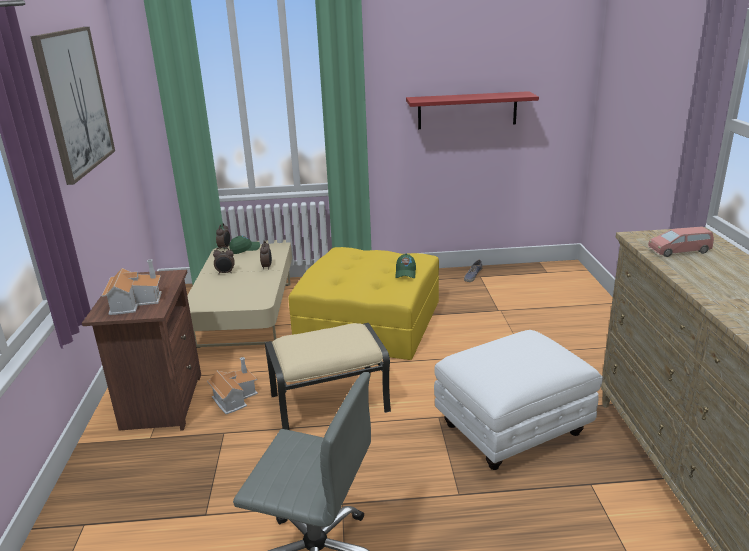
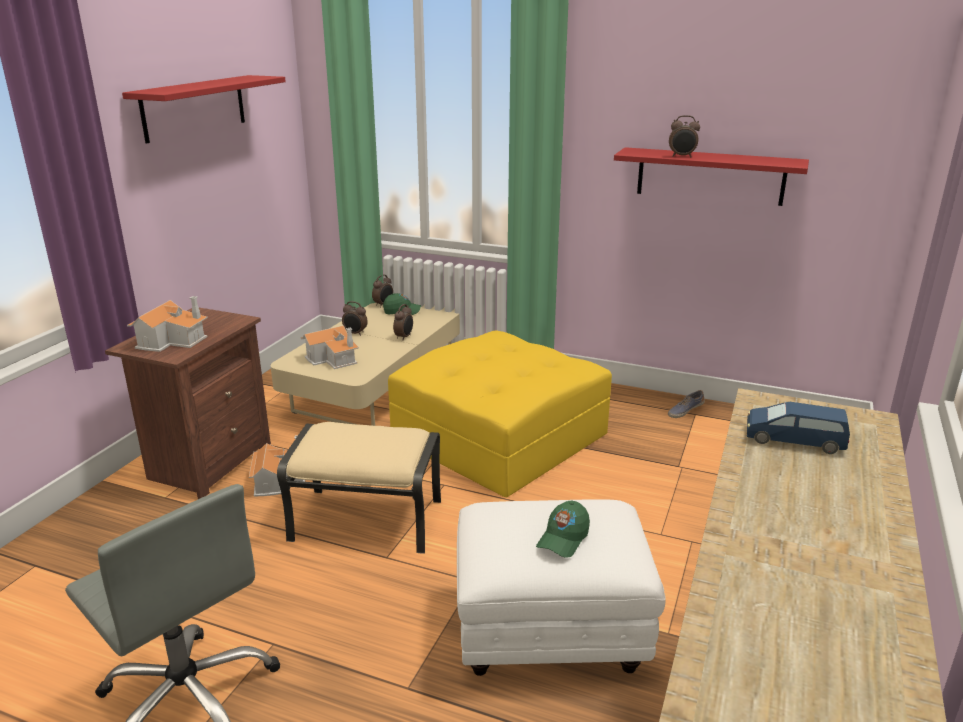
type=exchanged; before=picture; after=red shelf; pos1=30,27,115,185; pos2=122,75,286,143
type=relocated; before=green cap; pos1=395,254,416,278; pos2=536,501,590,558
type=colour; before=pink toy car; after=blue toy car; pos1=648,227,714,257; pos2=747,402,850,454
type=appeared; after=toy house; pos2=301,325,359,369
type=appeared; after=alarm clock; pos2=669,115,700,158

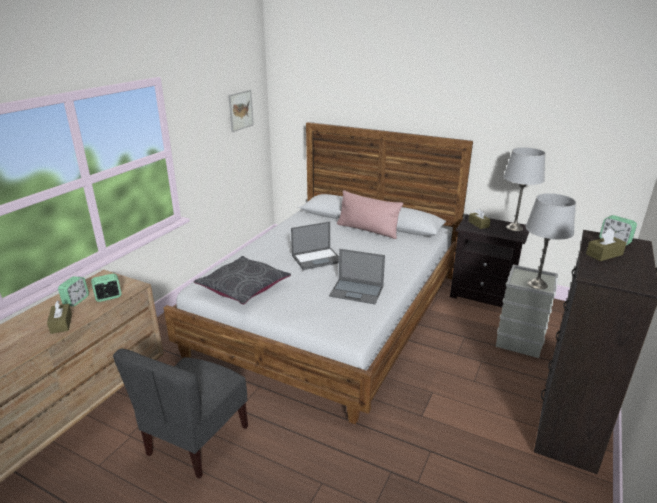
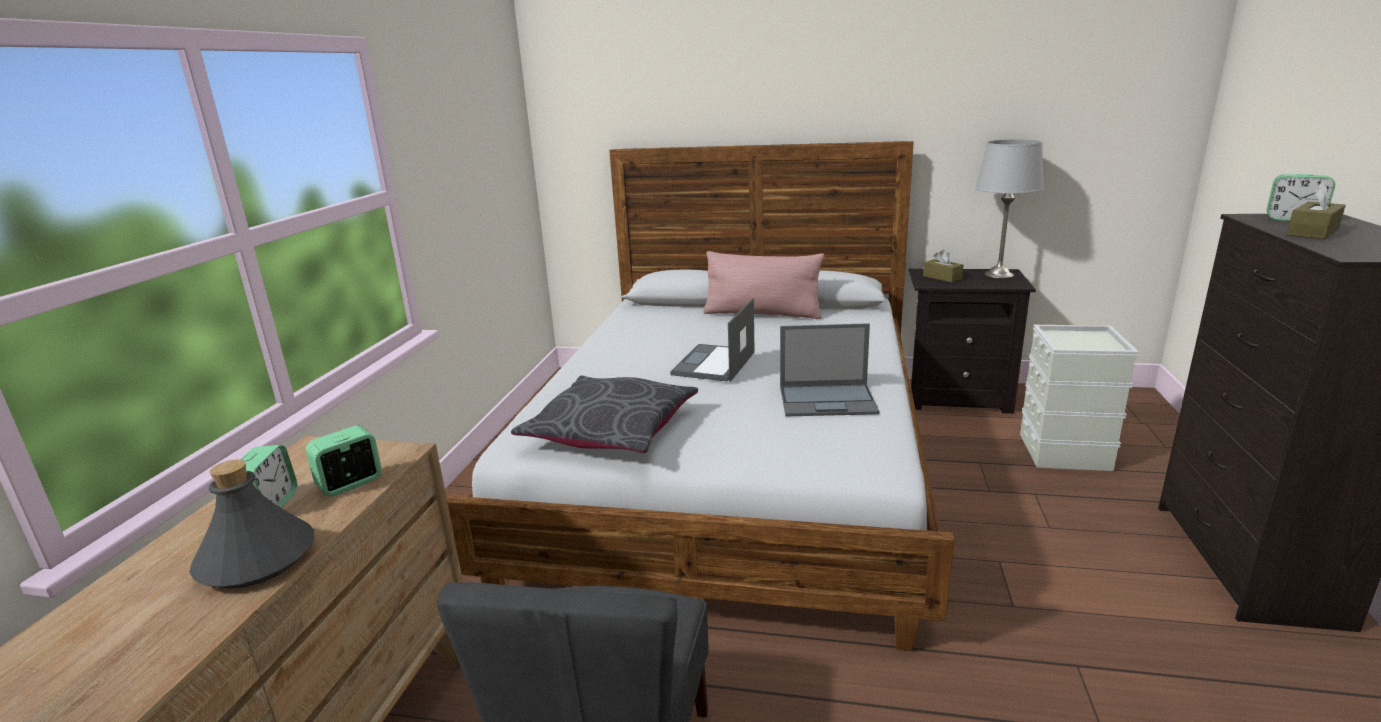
type=exchanged; before=brown tissue box; after=grey bottle; pos1=47,301,72,334; pos2=189,459,314,589
type=missing; before=picture; pos1=228,90,254,132
type=spun; before=laptop; pos1=291,221,339,270; pos2=670,298,754,382; turn=150
type=missing; before=grey table lamp; pos1=525,193,576,290

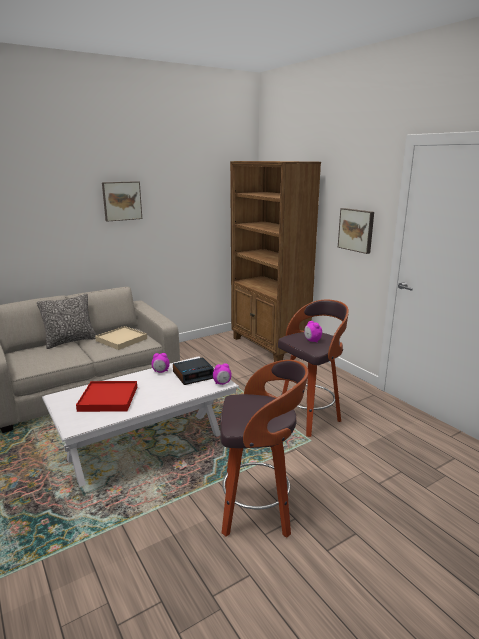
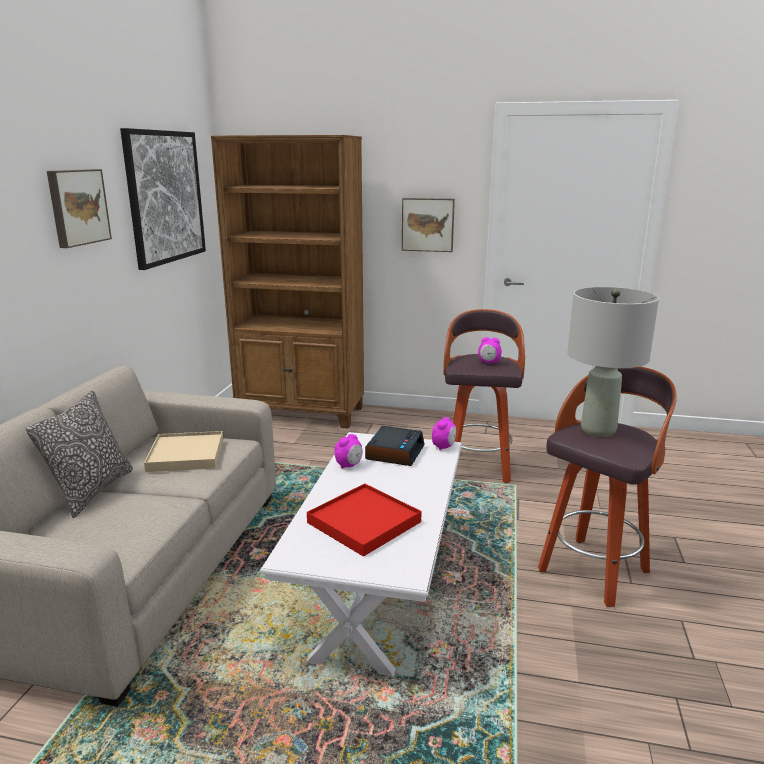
type=appeared; after=picture; pos2=120,128,206,270
type=appeared; after=grey table lamp; pos2=567,287,659,437

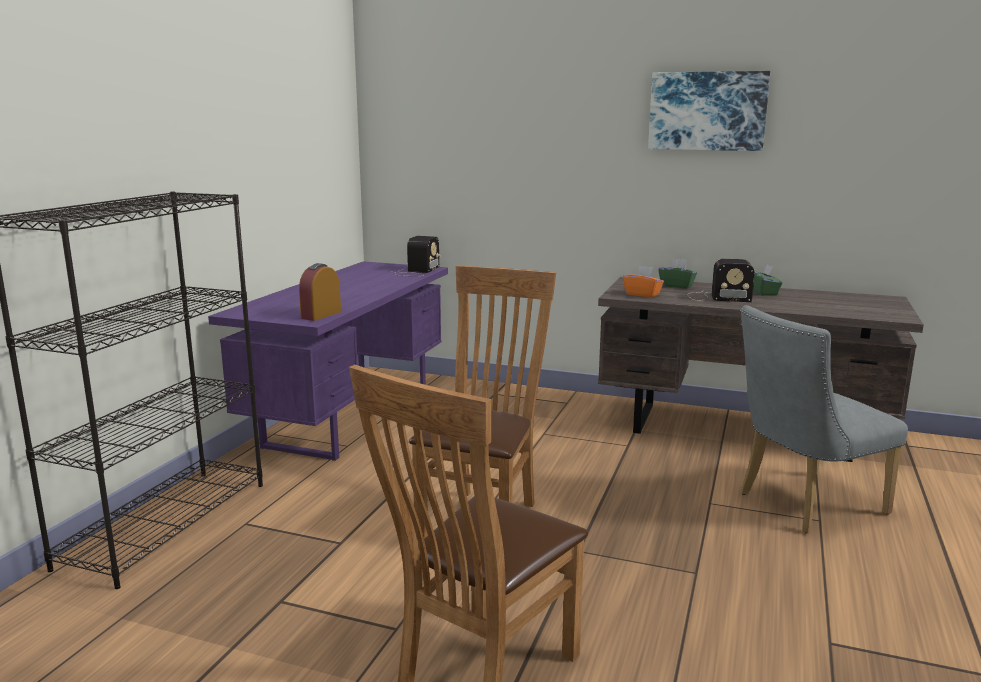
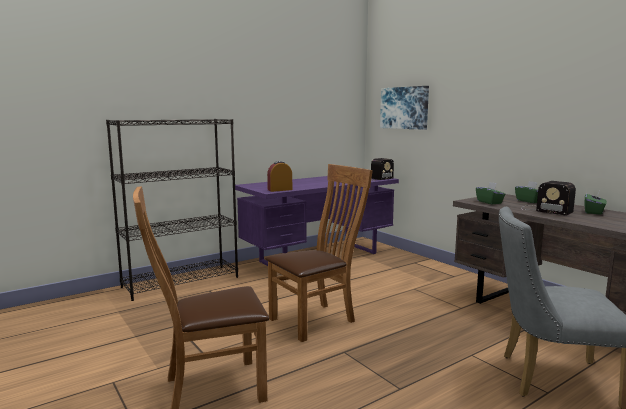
type=colour; before=orange tissue box; after=green tissue box; pos1=623,266,664,298; pos2=476,182,506,204
type=relocated; before=picture; pos1=648,71,770,151; pos2=380,86,429,130

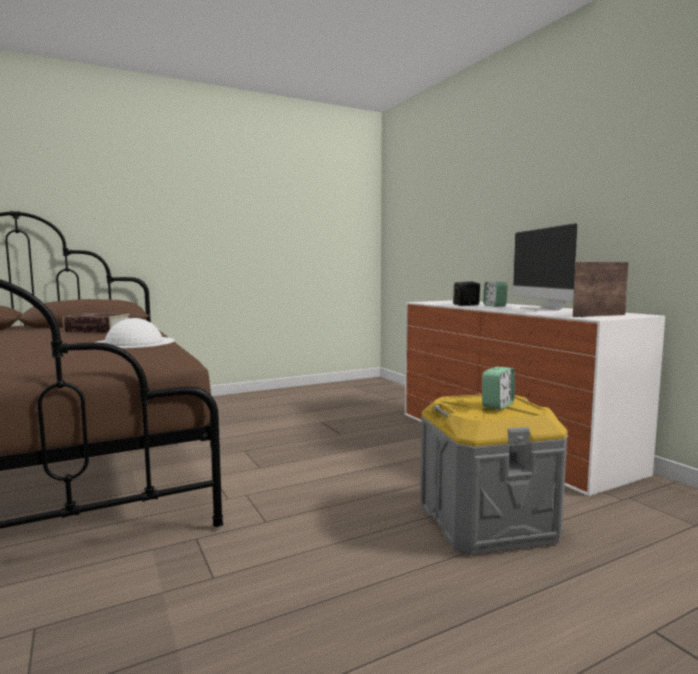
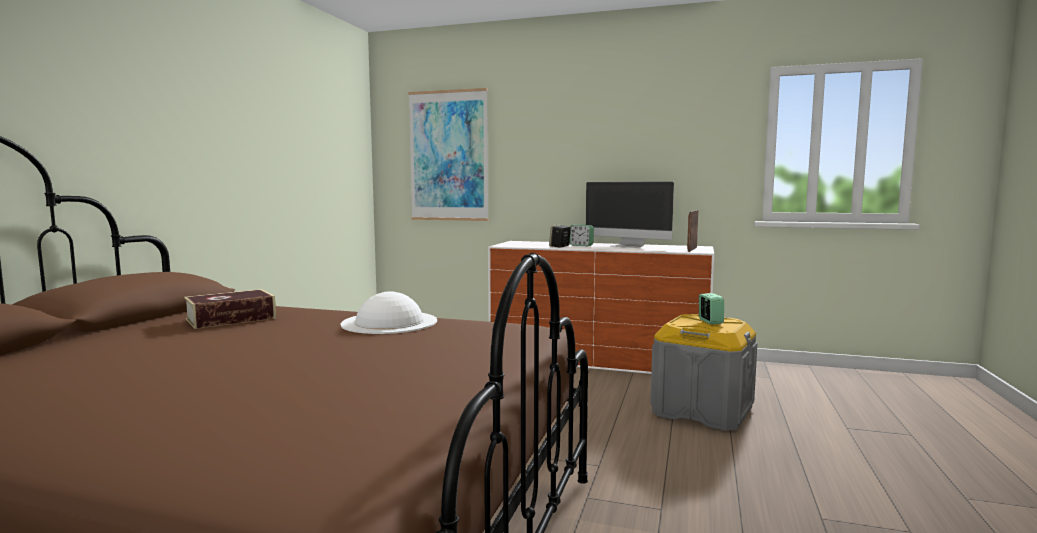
type=appeared; after=picture; pos2=408,88,489,221

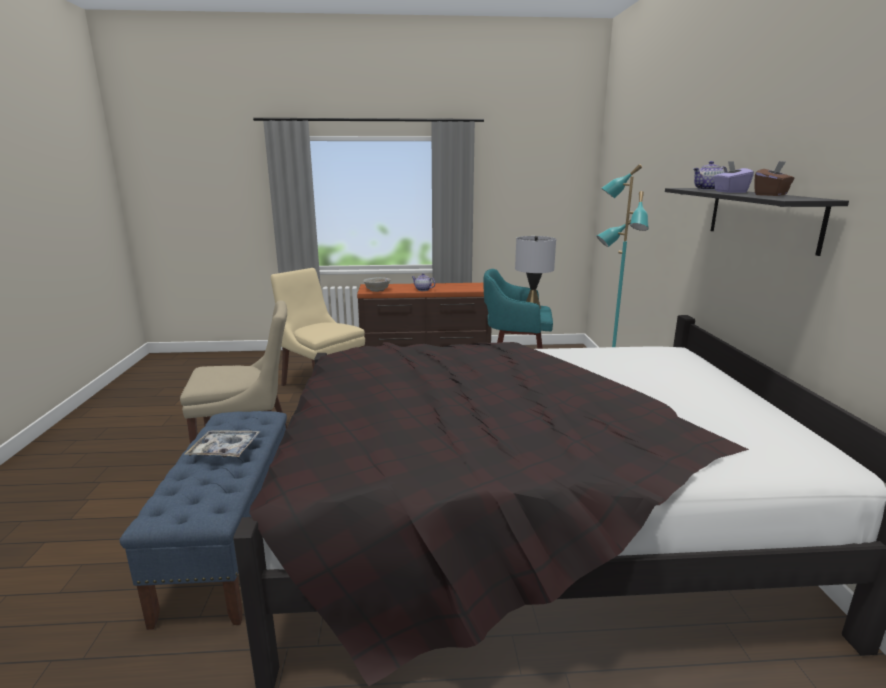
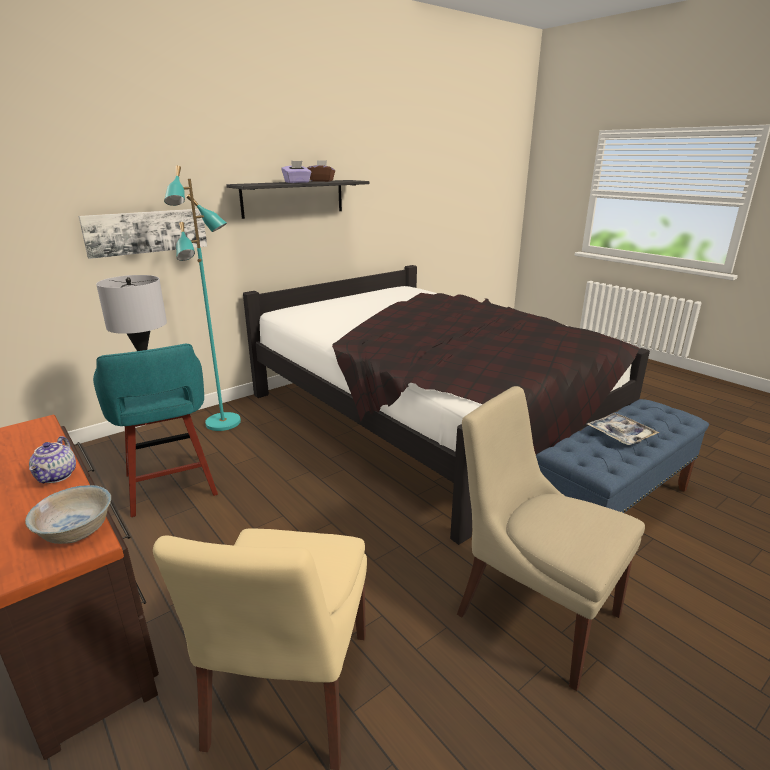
type=missing; before=teapot; pos1=693,161,727,190
type=appeared; after=picture; pos2=78,209,207,259

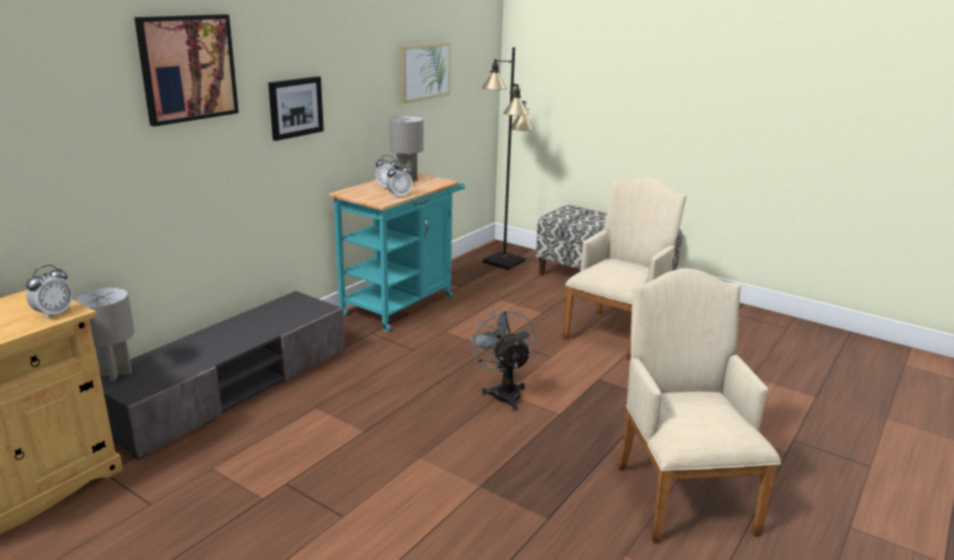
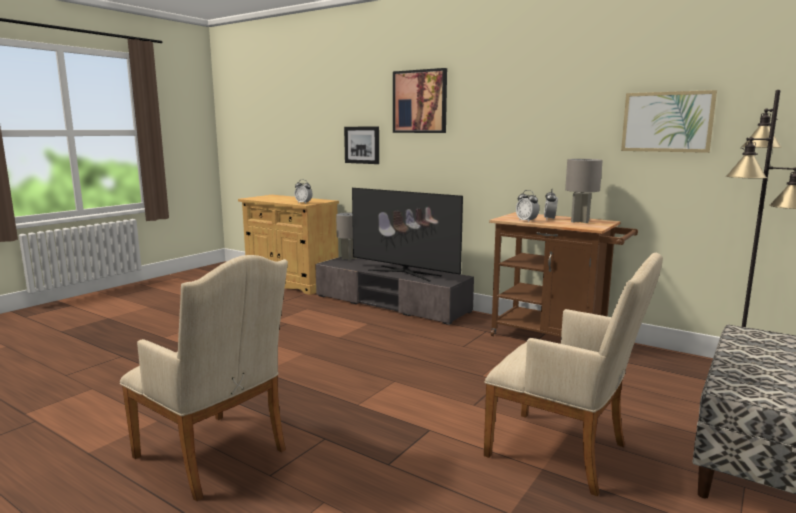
type=relocated; before=picture; pos1=268,76,324,141; pos2=344,127,379,164
type=colour; before=turquoise cart; after=brown cart; pos1=328,173,465,332; pos2=489,212,638,337
type=missing; before=grey fan; pos1=470,307,535,411
type=spun; before=beige armchair; pos1=618,268,781,544; pos2=120,255,288,501; turn=45
type=appeared; after=television; pos2=352,188,463,282

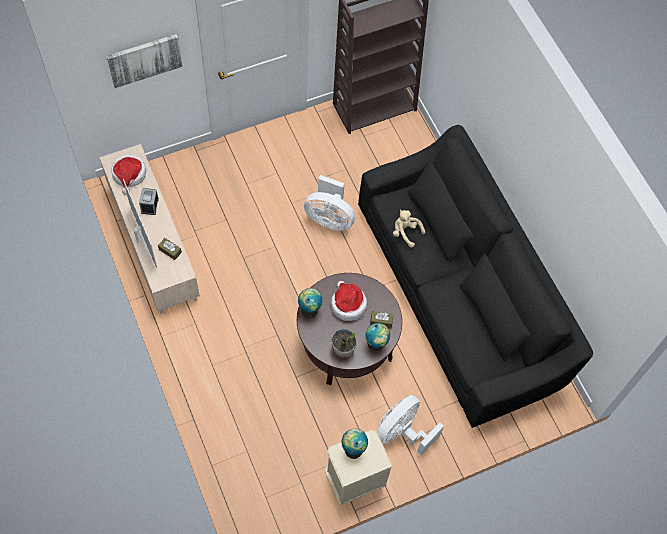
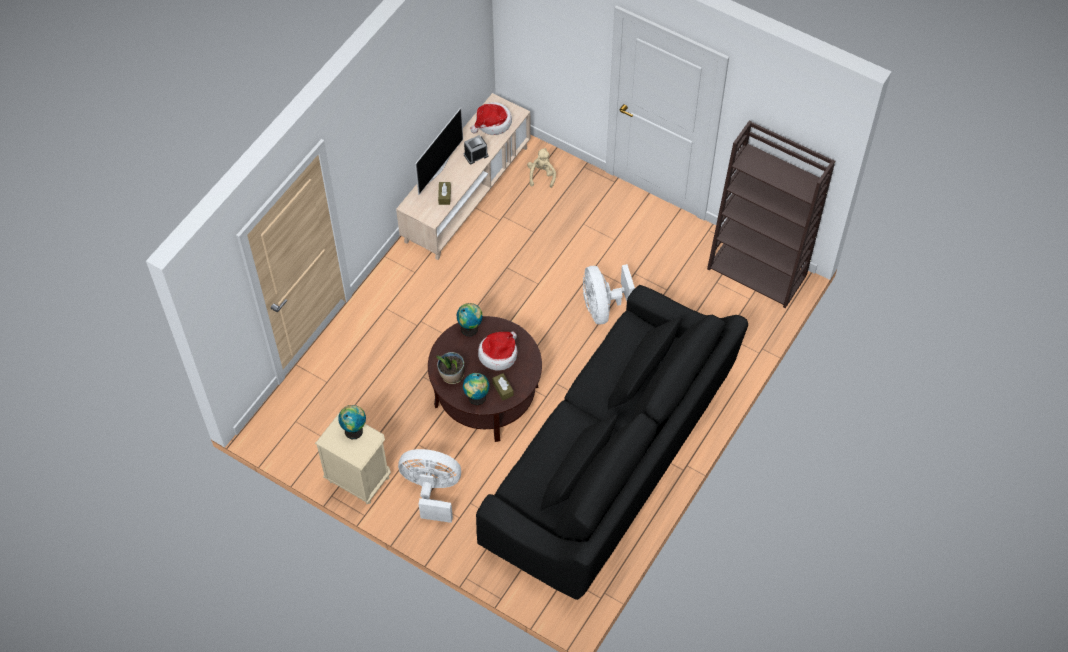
type=missing; before=picture; pos1=107,34,183,88
type=relocated; before=beige plush toy; pos1=393,210,425,248; pos2=527,148,556,188

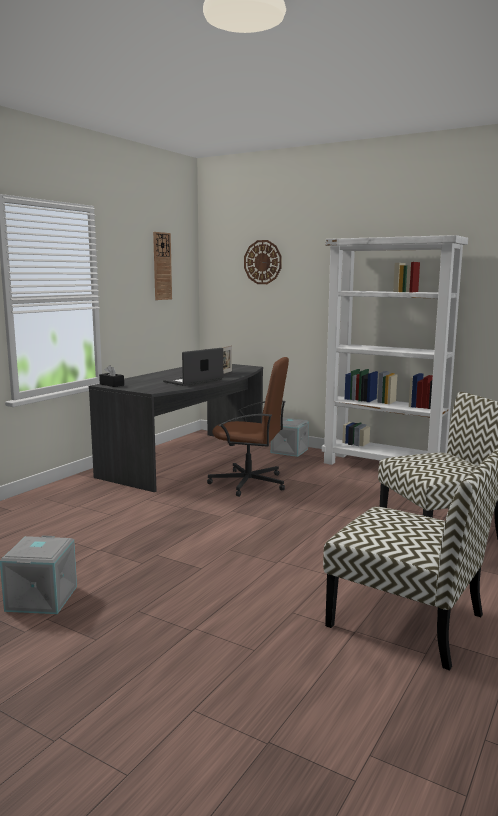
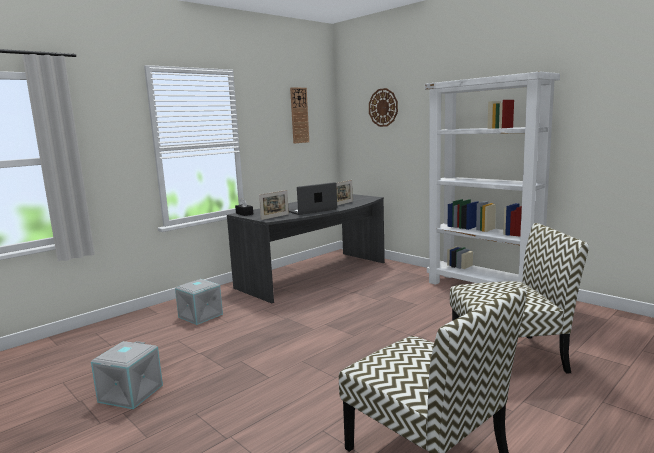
type=missing; before=brown office chair; pos1=207,357,289,497
type=relocated; before=grey storage box; pos1=271,418,309,457; pos2=175,279,223,325
type=appeared; after=picture frame; pos2=259,190,289,220

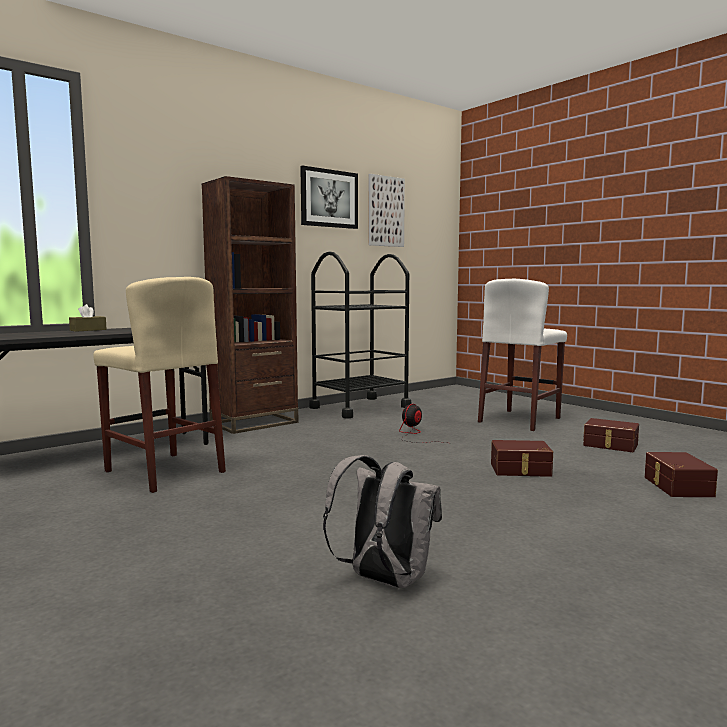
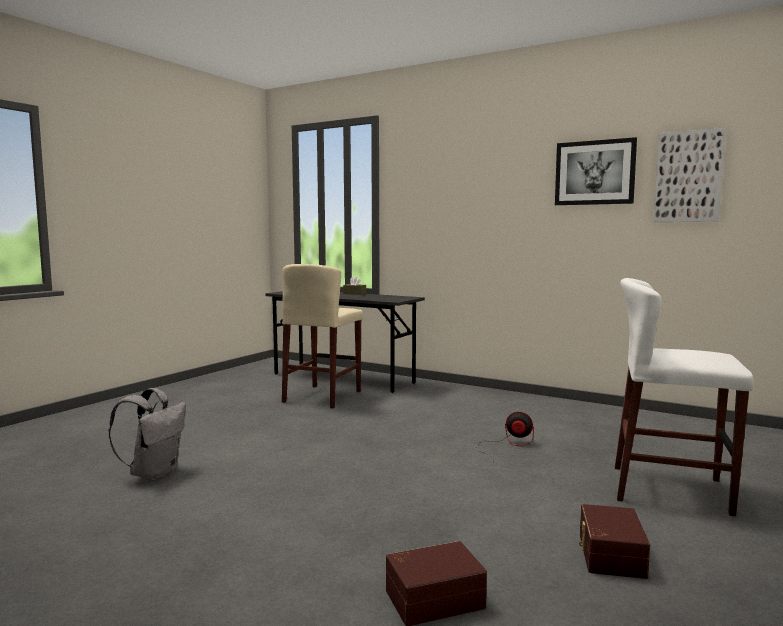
type=missing; before=brown bookcase; pos1=202,176,298,434
type=missing; before=black cart; pos1=309,251,411,419
type=missing; before=brown storage box; pos1=491,440,553,477

